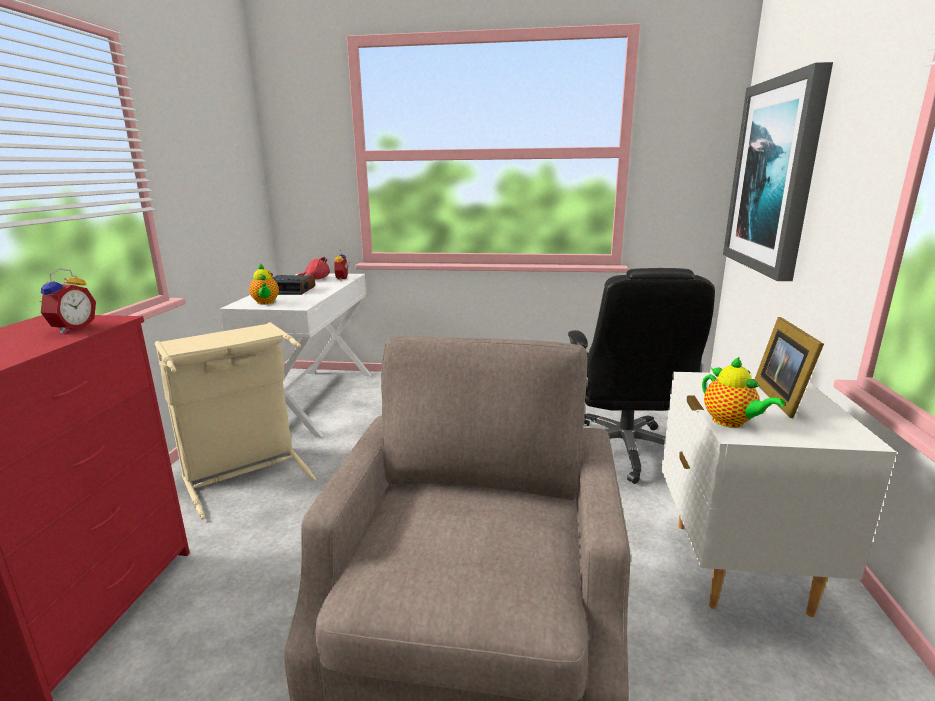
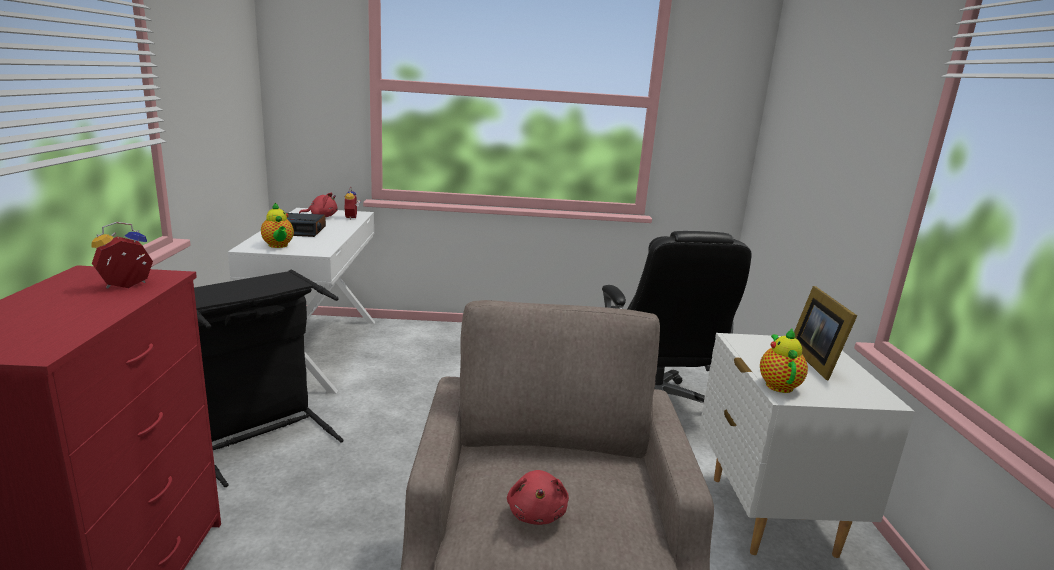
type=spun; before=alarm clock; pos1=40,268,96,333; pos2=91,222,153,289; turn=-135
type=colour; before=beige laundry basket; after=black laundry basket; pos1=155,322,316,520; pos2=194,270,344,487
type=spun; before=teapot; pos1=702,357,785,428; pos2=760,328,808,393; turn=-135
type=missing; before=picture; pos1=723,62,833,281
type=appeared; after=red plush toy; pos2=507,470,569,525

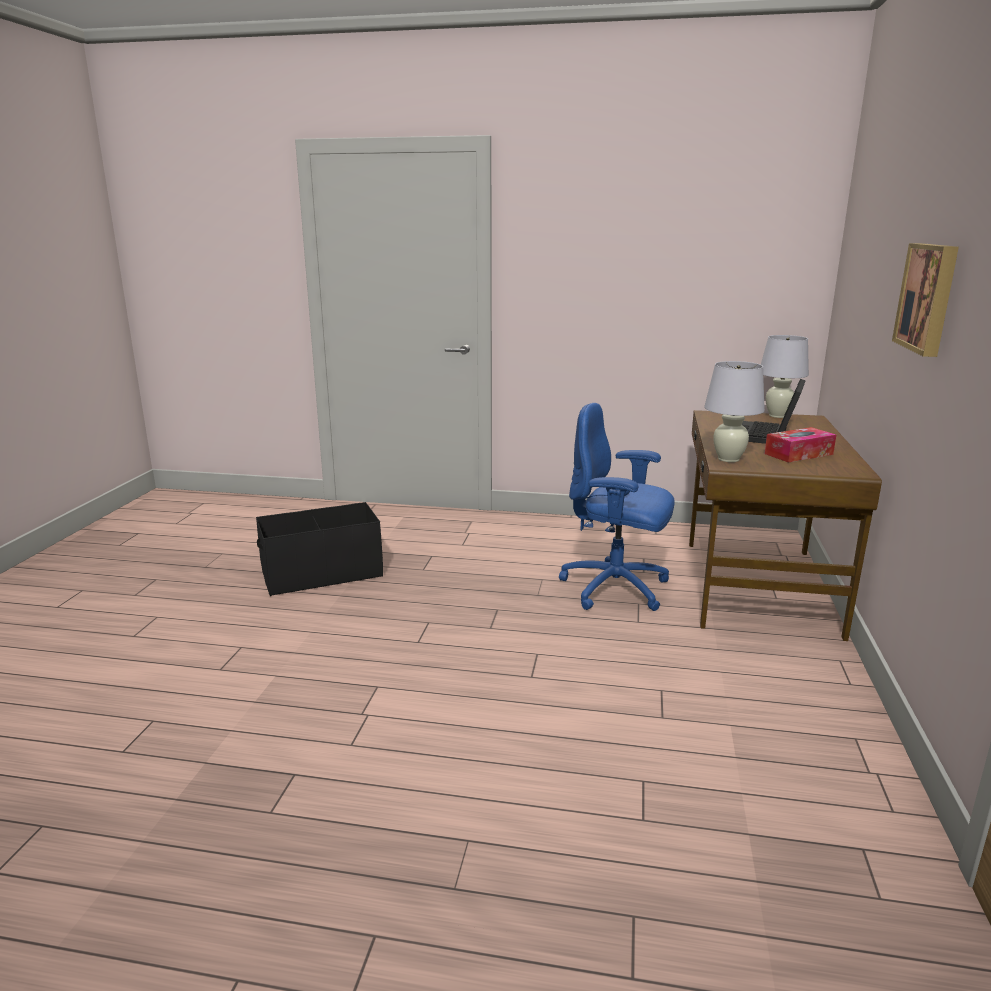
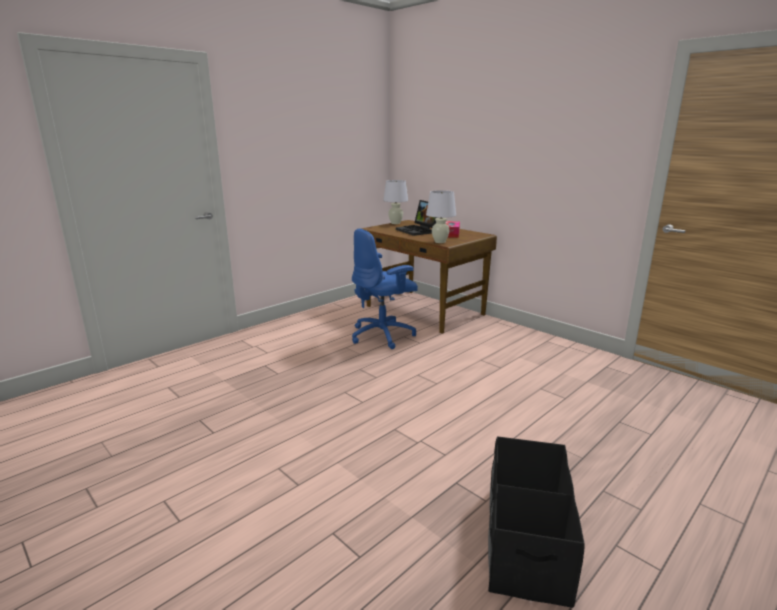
type=relocated; before=black storage box; pos1=256,502,383,596; pos2=488,436,585,608
type=missing; before=picture; pos1=892,243,959,357

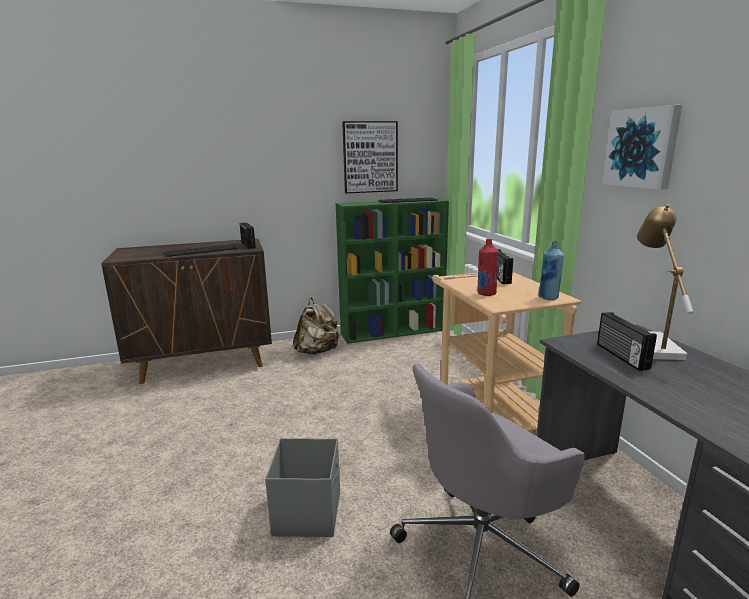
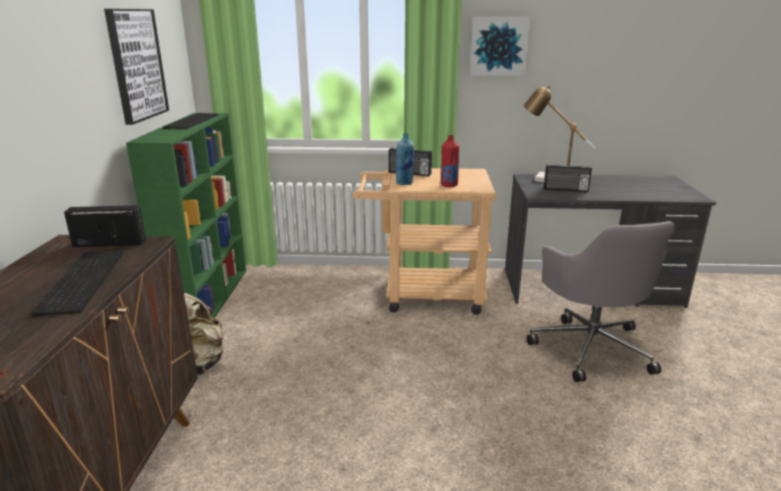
type=missing; before=grey storage box; pos1=265,438,340,537
type=relocated; before=blue bottle; pos1=538,241,564,300; pos2=396,133,414,185

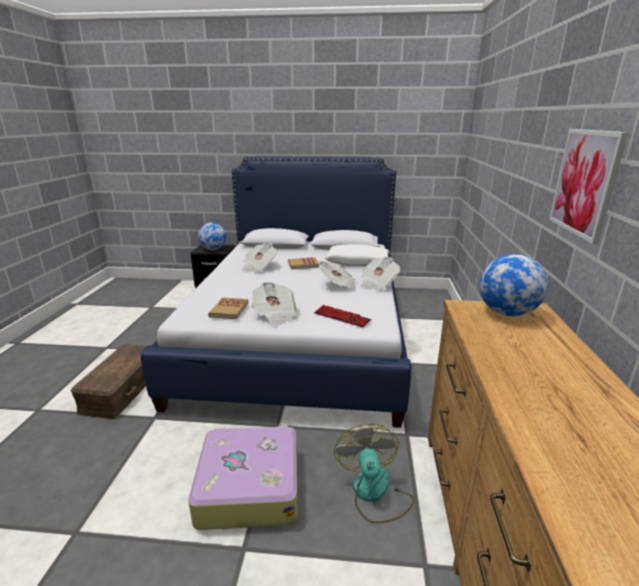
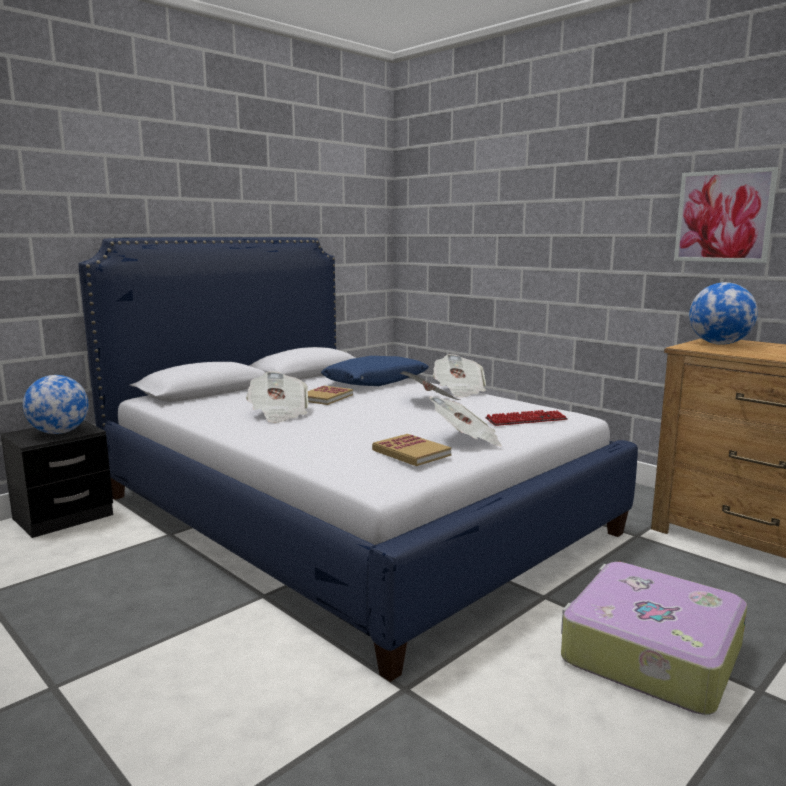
type=missing; before=brown storage box; pos1=71,344,146,419
type=colour; before=white pillow; after=blue pillow; pos1=325,244,390,266; pos2=321,356,429,386
type=missing; before=fan; pos1=334,424,414,524

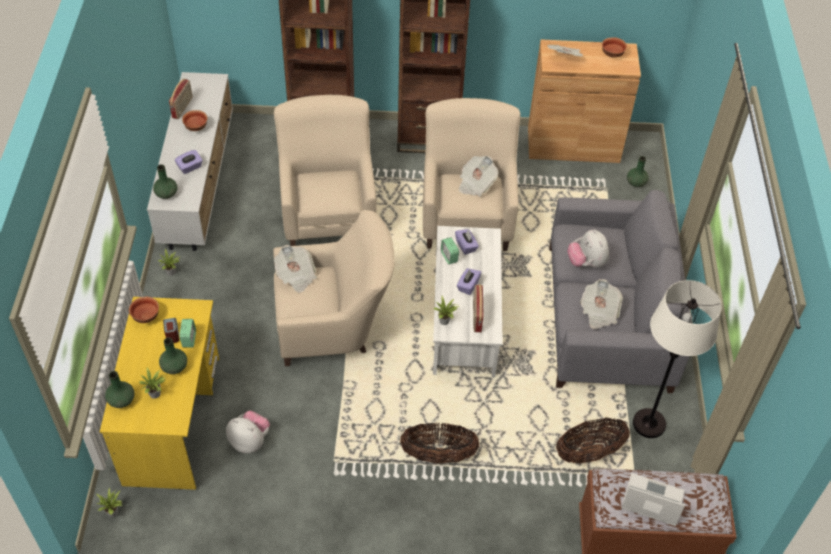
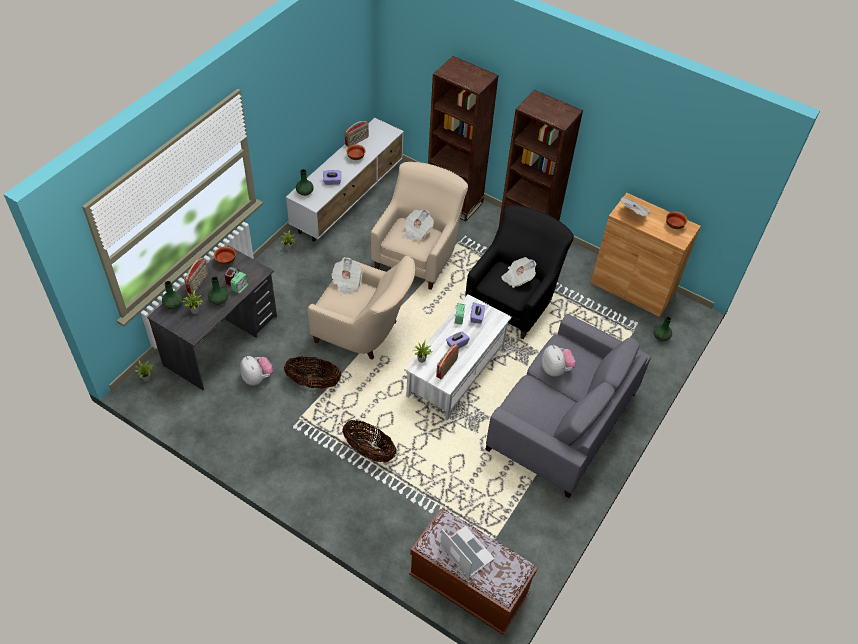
type=colour; before=yellow desk; after=grey desk; pos1=100,297,219,490; pos2=147,245,277,390
type=colour; before=beige armchair; after=black armchair; pos1=423,98,521,251; pos2=465,205,574,339
type=relocated; before=basket; pos1=556,418,630,464; pos2=284,356,341,389
type=spun; before=plush toy; pos1=567,229,609,268; pos2=542,345,576,377; turn=150
type=relocated; before=newspaper; pos1=580,279,623,329; pos2=403,209,434,241
type=missing; before=white floor lamp; pos1=633,280,722,438
type=appeared; after=radio; pos2=184,258,208,294

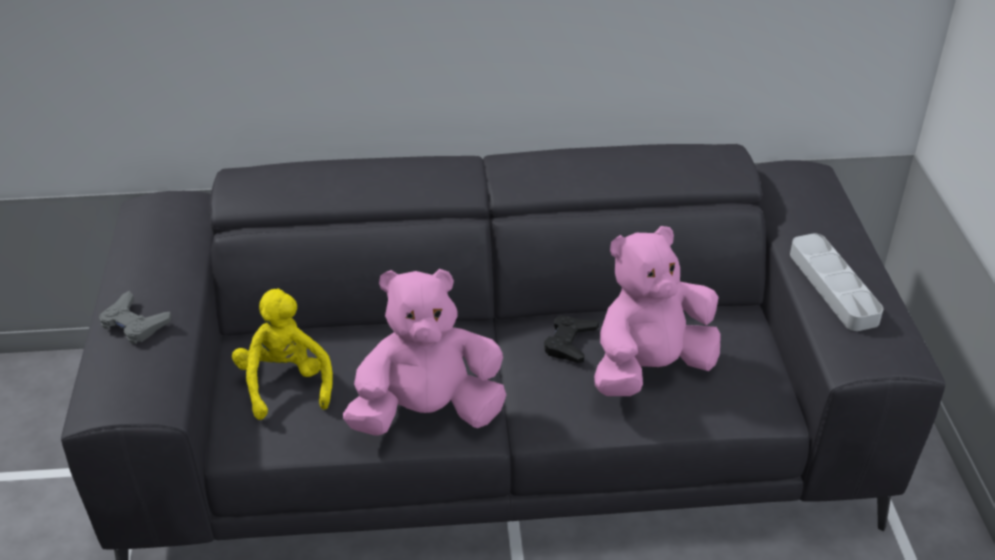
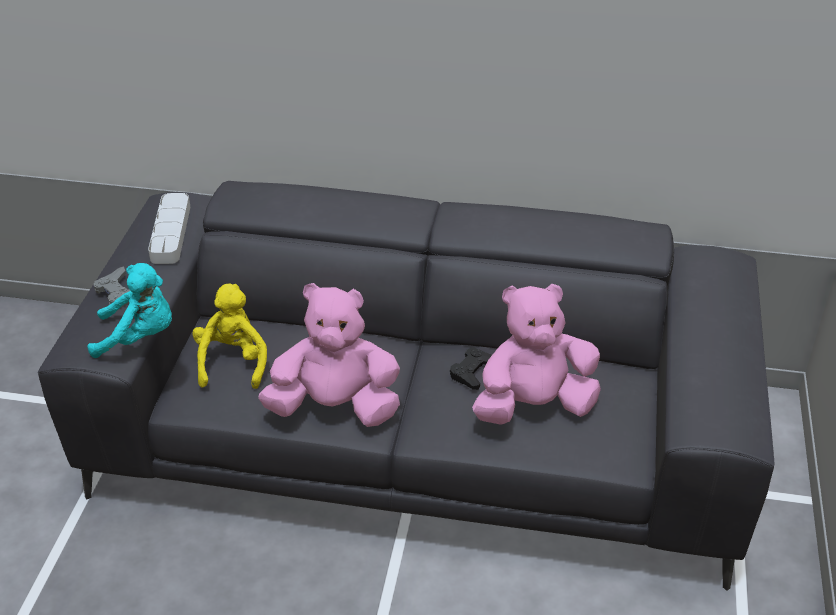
type=relocated; before=grey tray; pos1=790,234,883,331; pos2=148,193,190,264
type=appeared; after=turquoise plush toy; pos2=87,263,172,358

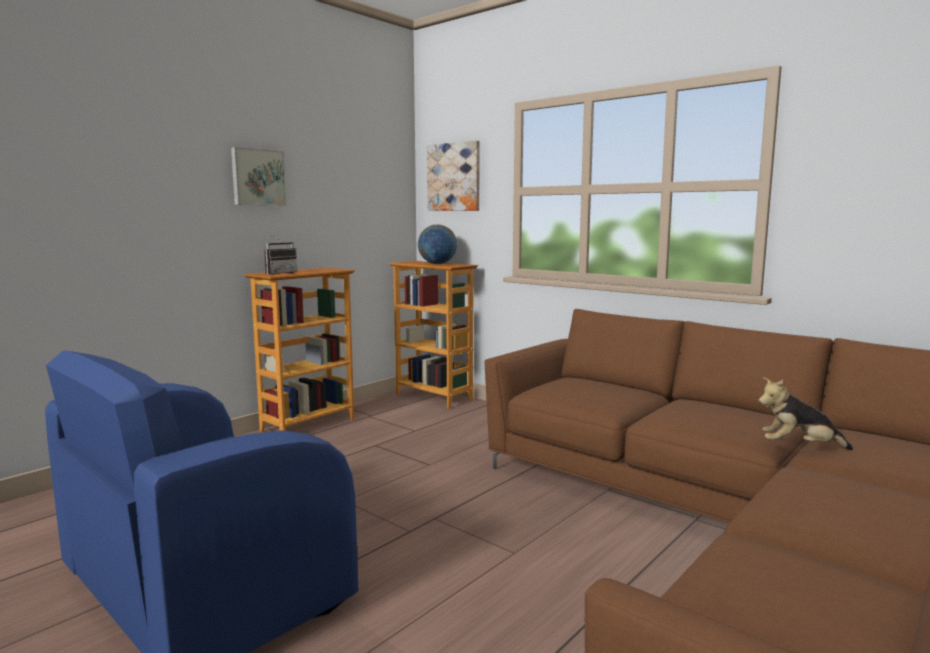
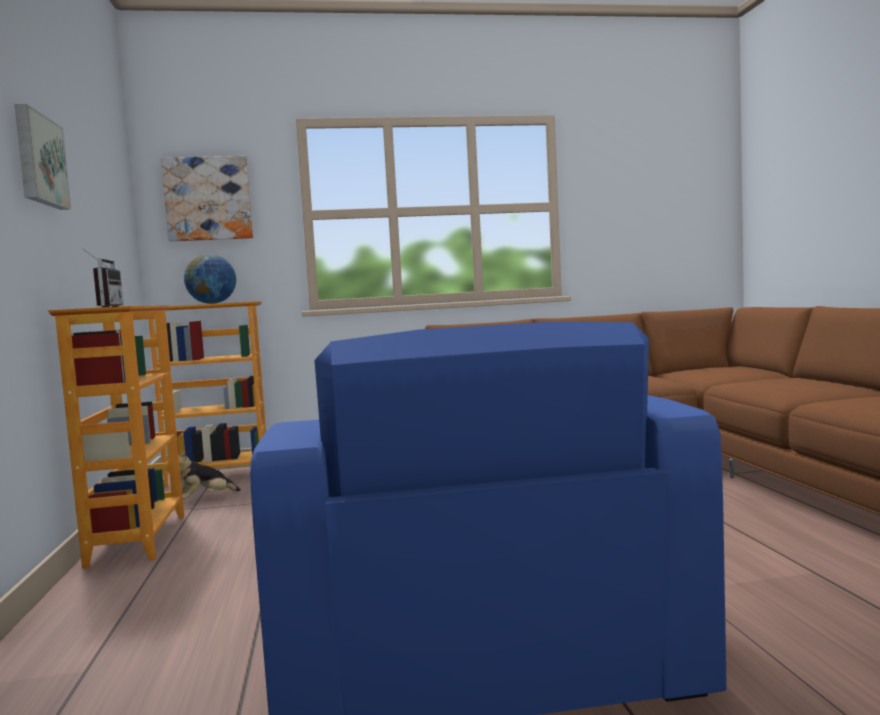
type=relocated; before=plush toy; pos1=758,377,853,450; pos2=179,451,241,500

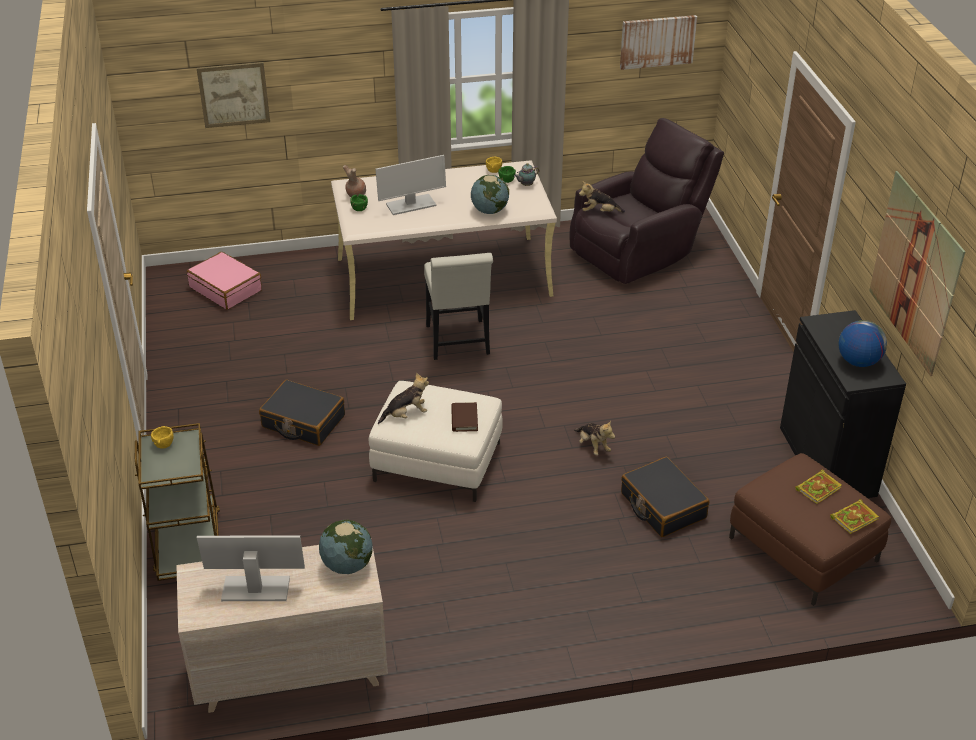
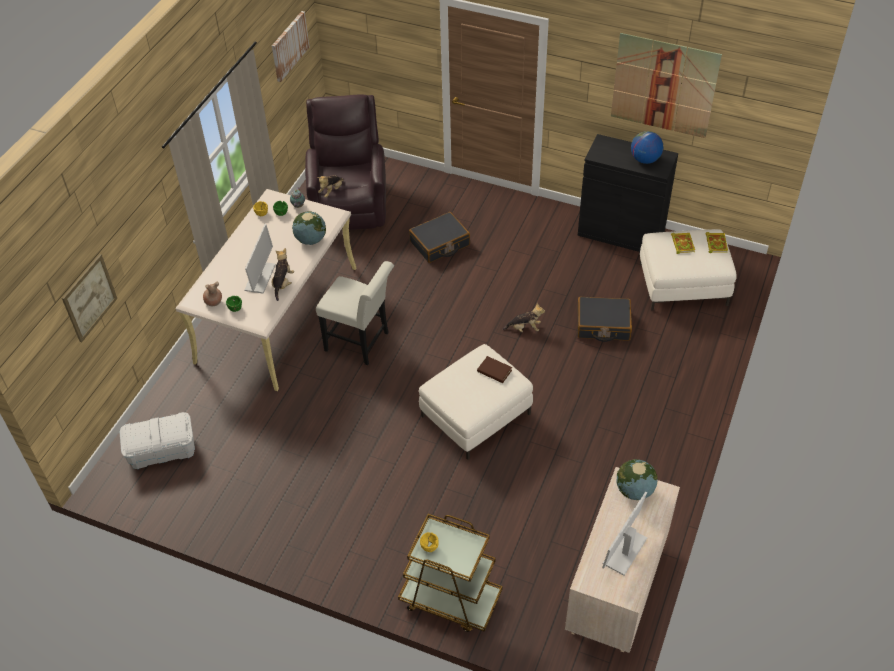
type=exchanged; before=pink suitcase; after=white storage box; pos1=187,252,262,310; pos2=119,412,195,469
type=relocated; before=black suitcase; pos1=259,380,345,446; pos2=409,212,470,263
type=relocated; before=plush toy; pos1=378,372,429,424; pos2=272,248,294,301
type=colour; before=brown ottoman; after=white ottoman; pos1=729,453,891,606; pos2=640,229,737,311

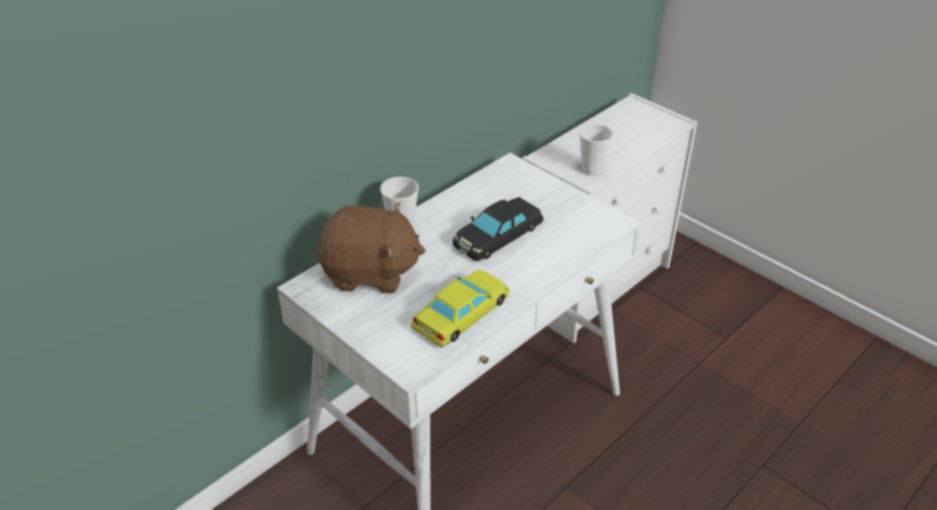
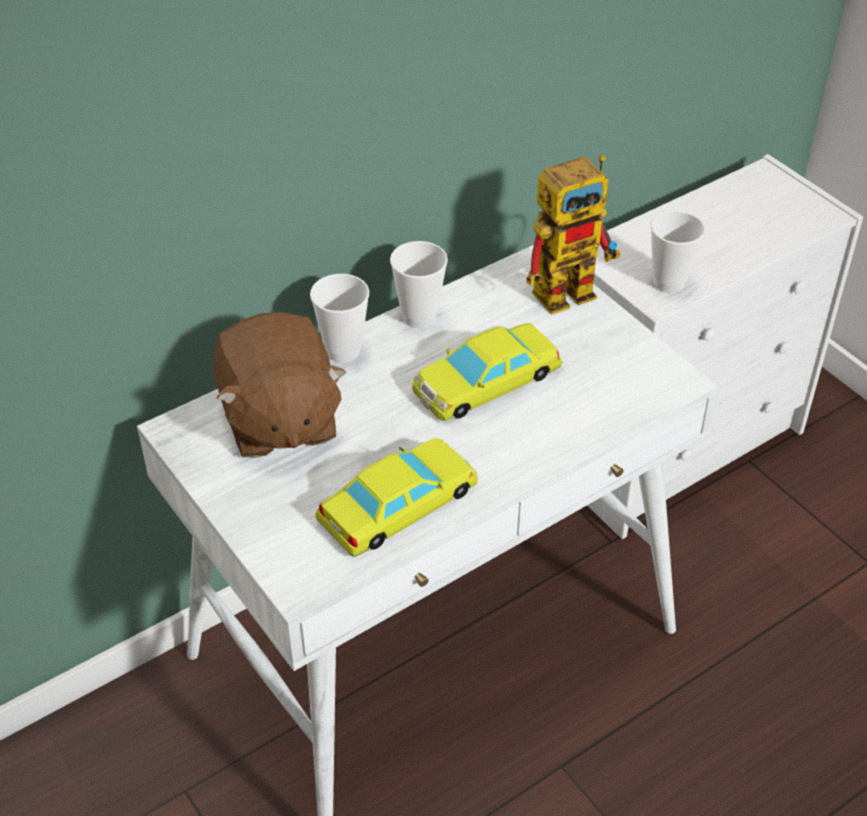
type=spun; before=brown plush toy; pos1=318,203,426,293; pos2=213,312,346,458; turn=60
type=colour; before=black toy car; after=yellow toy car; pos1=453,197,543,261; pos2=412,323,562,421
type=appeared; after=cup; pos2=390,241,448,328
type=appeared; after=toy robot; pos2=526,155,620,315

